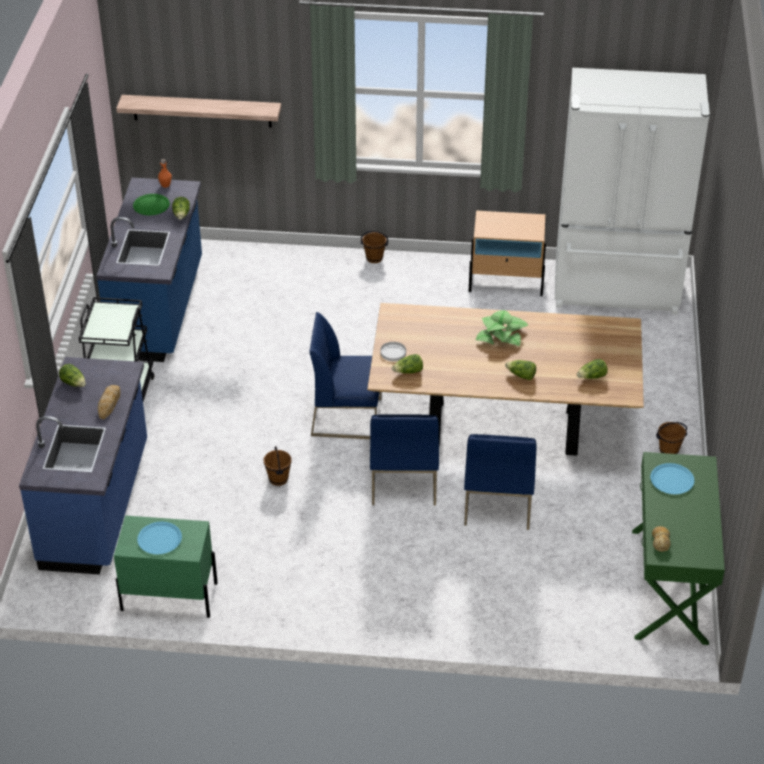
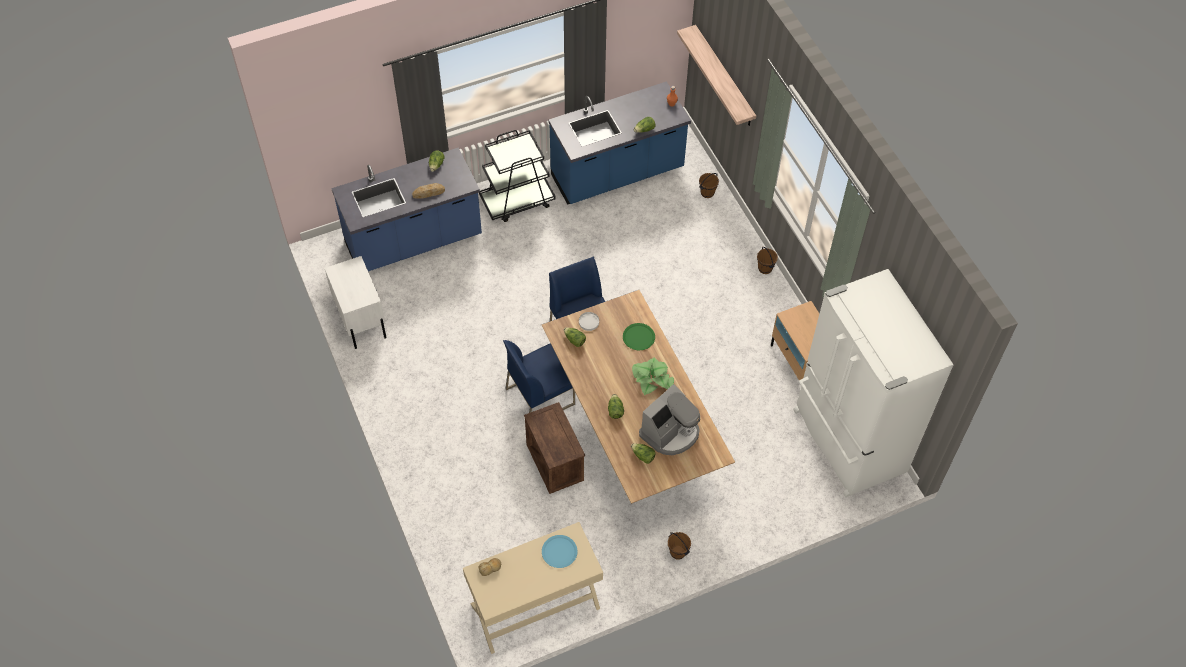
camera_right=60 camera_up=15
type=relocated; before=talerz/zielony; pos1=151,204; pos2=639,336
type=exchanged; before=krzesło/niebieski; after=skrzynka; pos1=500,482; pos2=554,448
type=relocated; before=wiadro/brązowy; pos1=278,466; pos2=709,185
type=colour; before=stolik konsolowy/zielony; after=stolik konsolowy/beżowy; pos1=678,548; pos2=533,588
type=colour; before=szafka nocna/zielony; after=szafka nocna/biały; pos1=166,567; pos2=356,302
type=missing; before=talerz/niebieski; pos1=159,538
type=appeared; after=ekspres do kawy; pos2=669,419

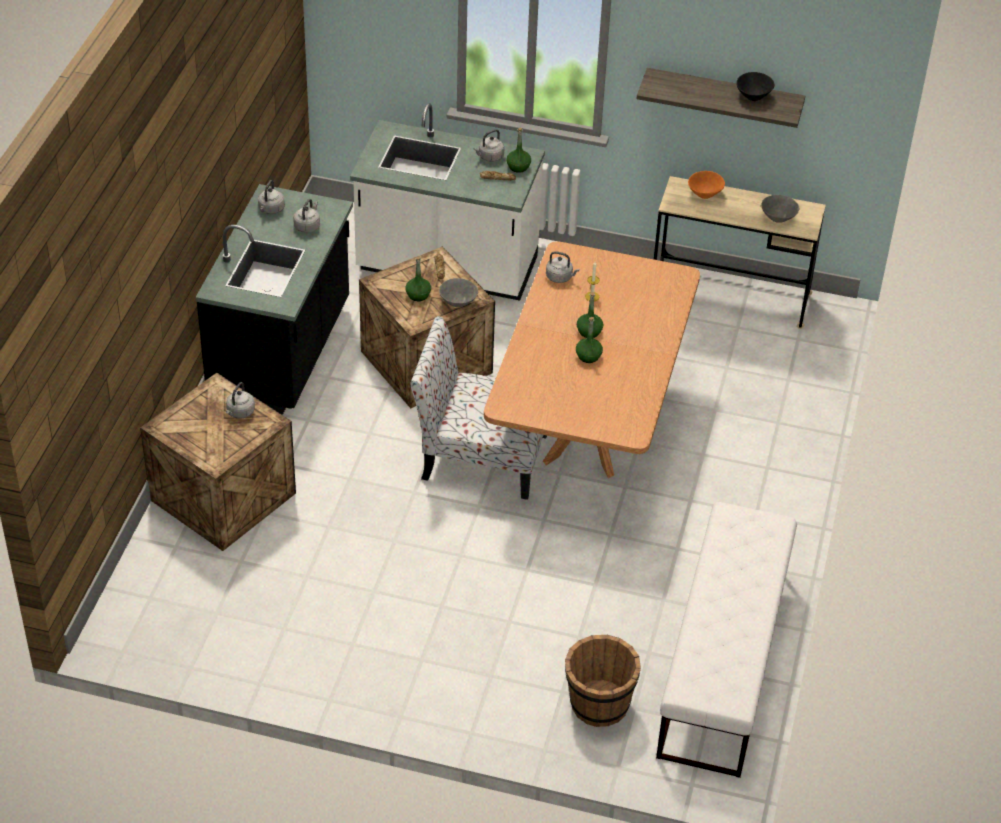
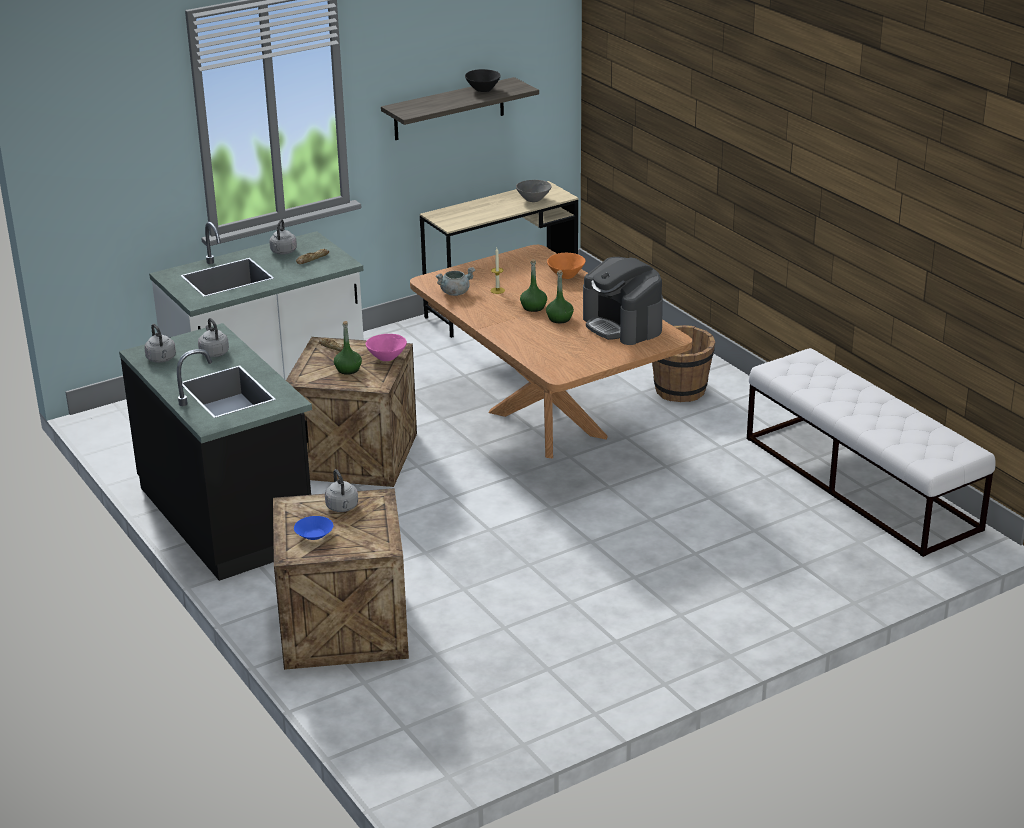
camera_right=-45 camera_up=-15
type=missing; before=butelka/zielony; pos1=518,150
type=relocated; before=miska/pomarańczowy; pos1=706,185; pos2=566,266
type=exchanged; before=czajnik/szary; after=garnek/szary; pos1=563,267; pos2=455,281
type=colour; before=miska/szary; after=miska/różowy; pos1=458,292; pos2=386,347
type=missing; before=krzesło; pos1=478,408
type=relocated; before=wiadro/brązowy; pos1=603,681; pos2=683,363
type=appeared; after=ekspres do kawy; pos2=623,301
type=appeared; after=miska/niebieski; pos2=313,528

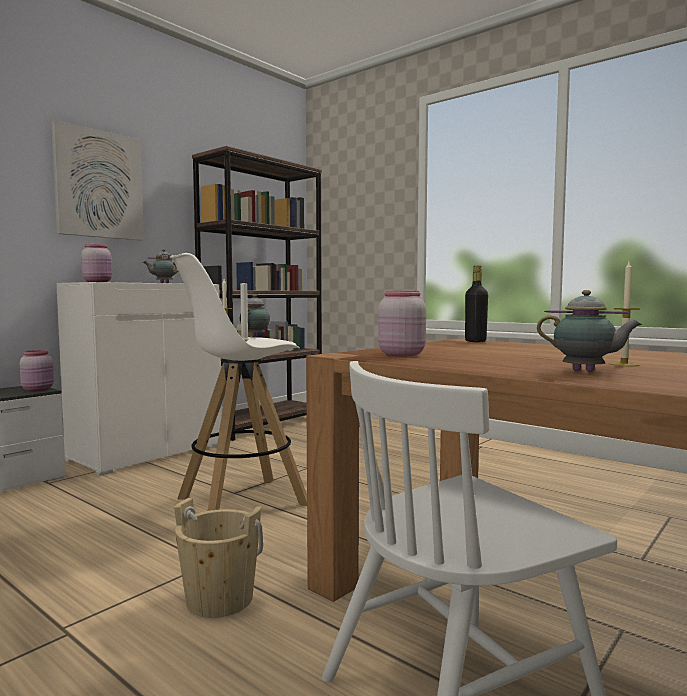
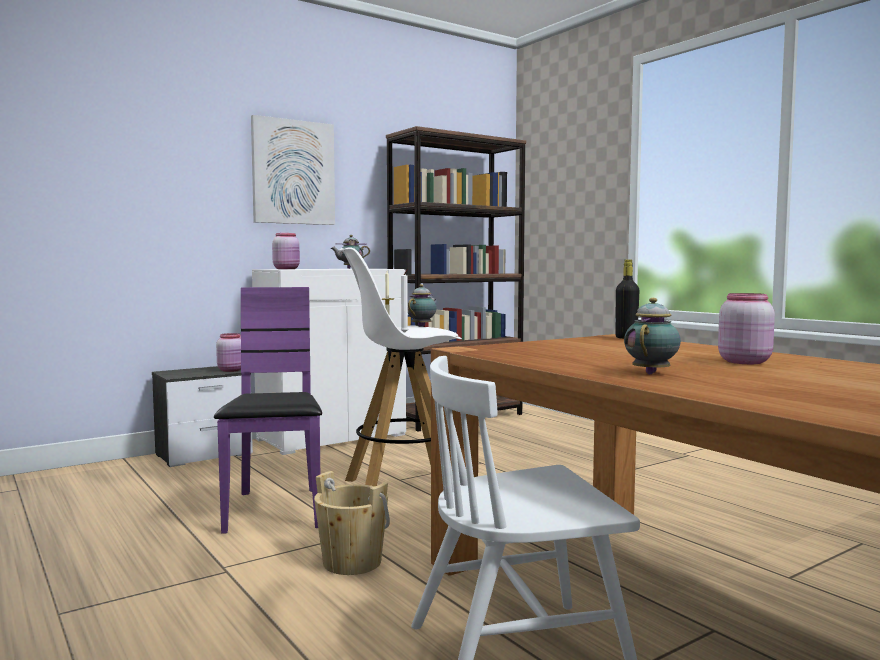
camera_right=15 camera_up=0
type=missing; before=świeca; pos1=624,314
type=spun; before=imbryk; pos1=589,331; pos2=652,336; turn=-105
type=relocated; before=słoik/różowy; pos1=402,323; pos2=746,328
type=appeared; after=krzesło/fioletowy; pos2=268,410

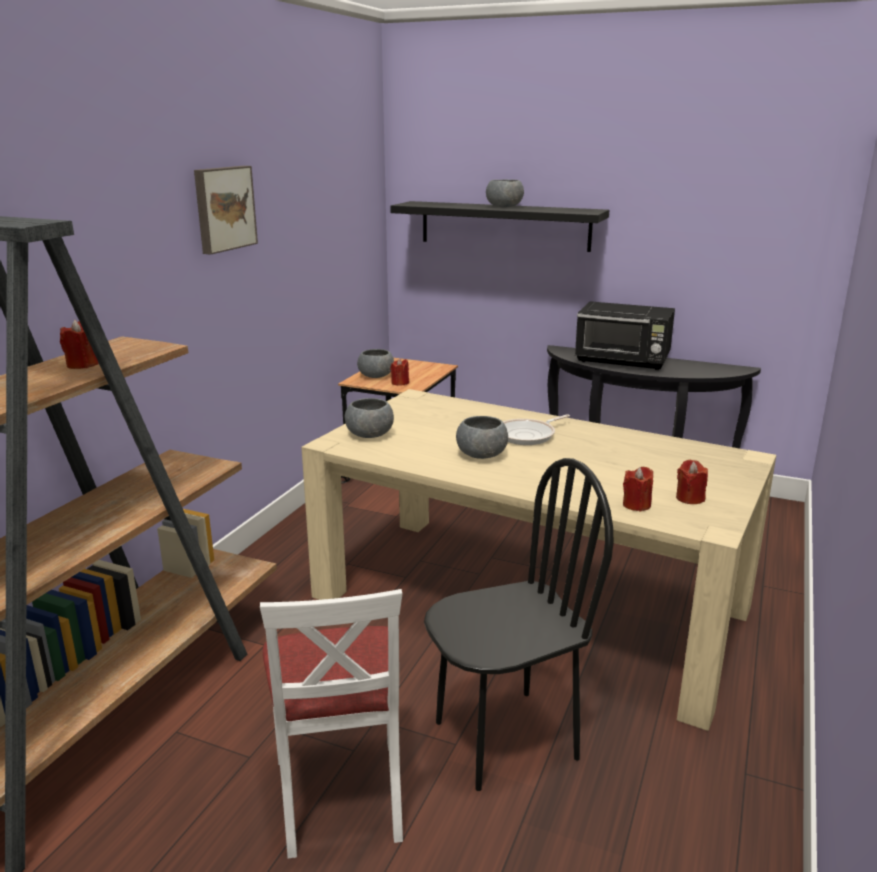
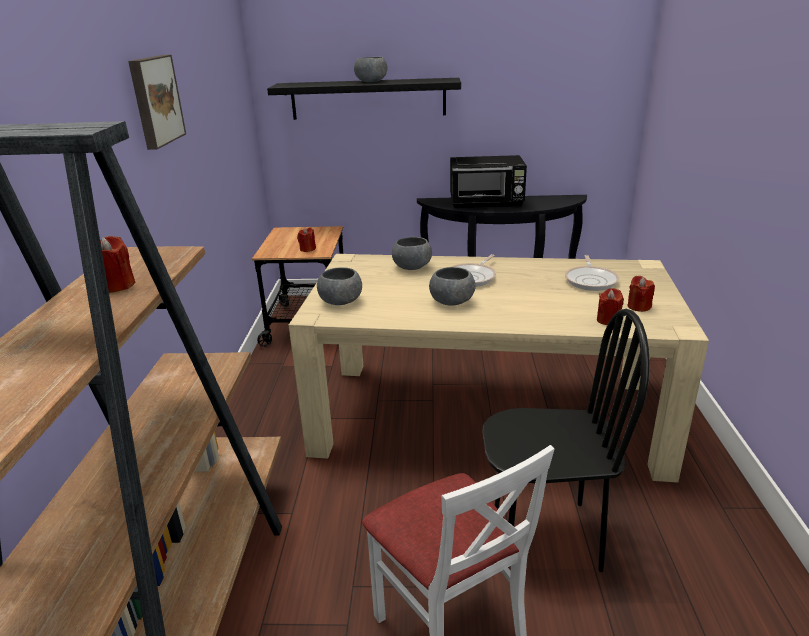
camera_right=-20 camera_up=5
type=relocated; before=miska/szary; pos1=375,363; pos2=412,253
type=spun; before=krzesło/czarny; pos1=519,624; pos2=566,440; turn=45
type=appeared; after=patelnia; pos2=592,273

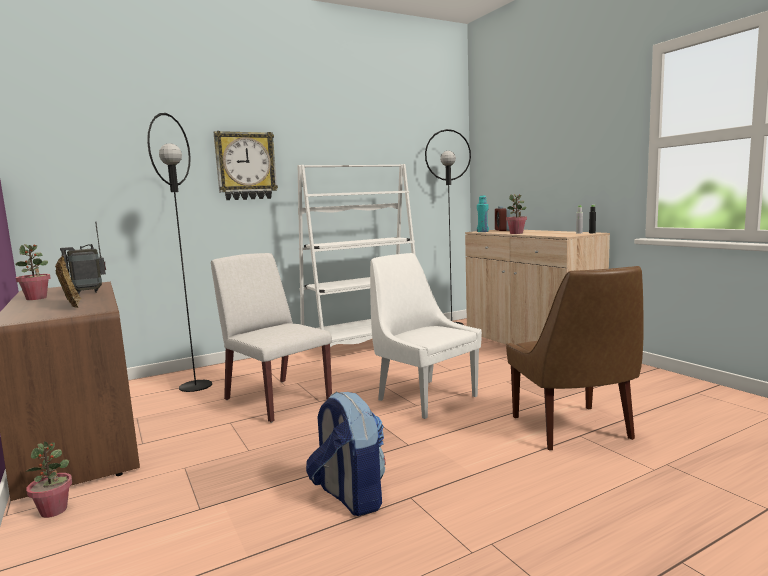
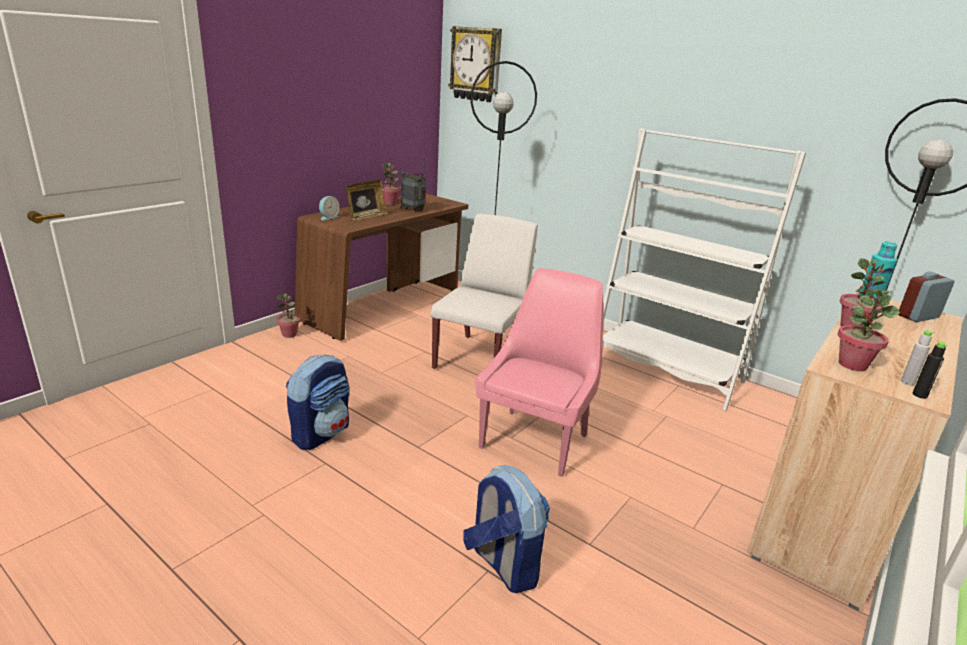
camera_right=65 camera_up=15
type=relocated; before=zegar ścienny; pos1=245,165; pos2=475,64
type=colour; before=krzesło/biały; after=krzesło/różowy; pos1=426,336; pos2=539,372
type=exchanged; before=krzesło/brązowy; after=plecak; pos1=575,358; pos2=506,529
type=appeared; after=budzik; pos2=329,208
type=appeared; after=roślina doniczkowa; pos2=869,330

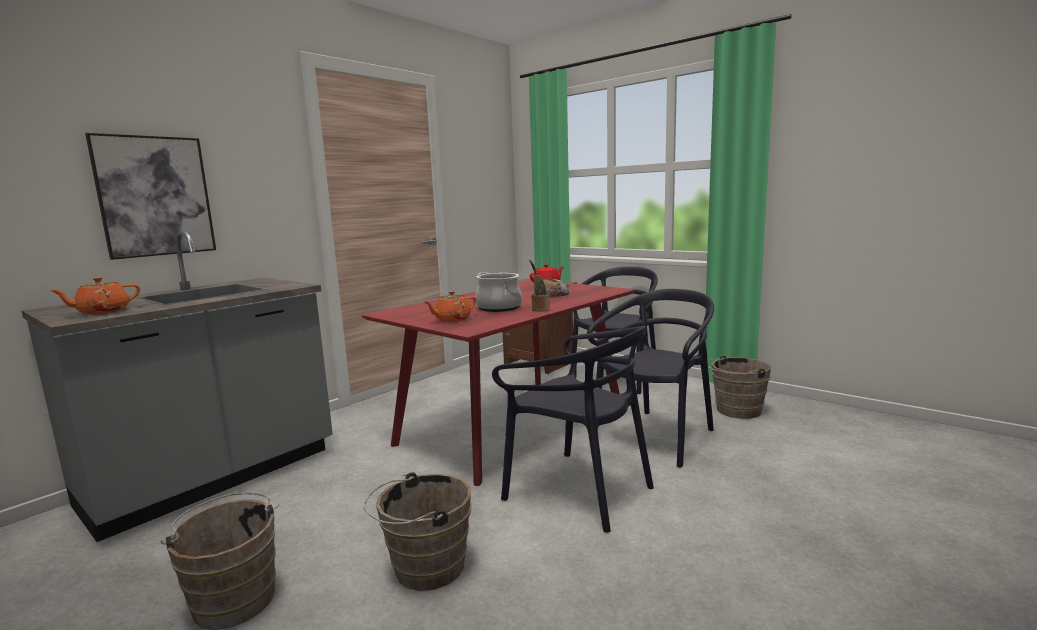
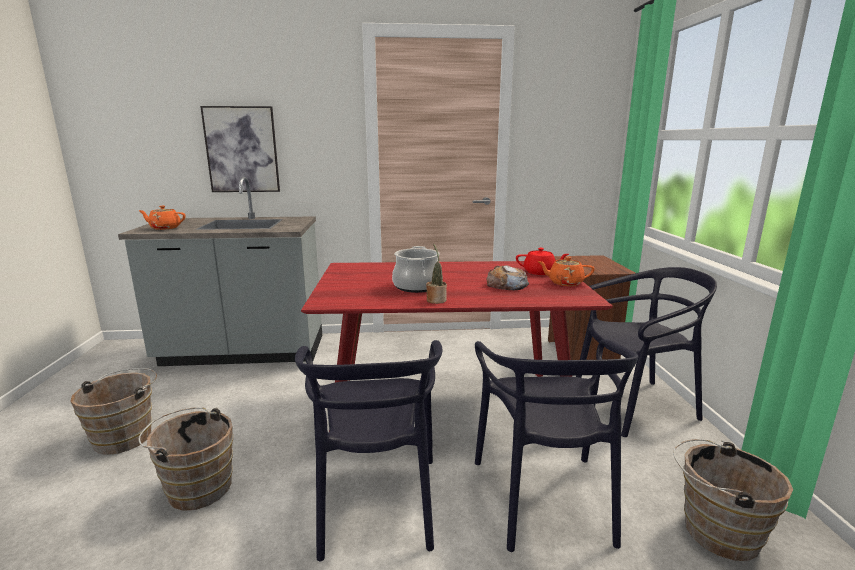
camera_right=45 camera_up=5
type=spun; before=krzesło/czarny; pos1=650,378; pos2=557,445; turn=90
type=relocated; before=imbryk/pomarańczowy; pos1=450,306; pos2=566,271

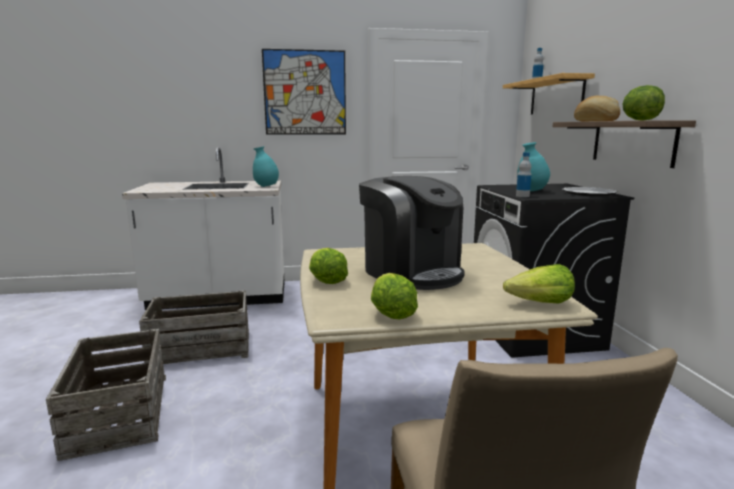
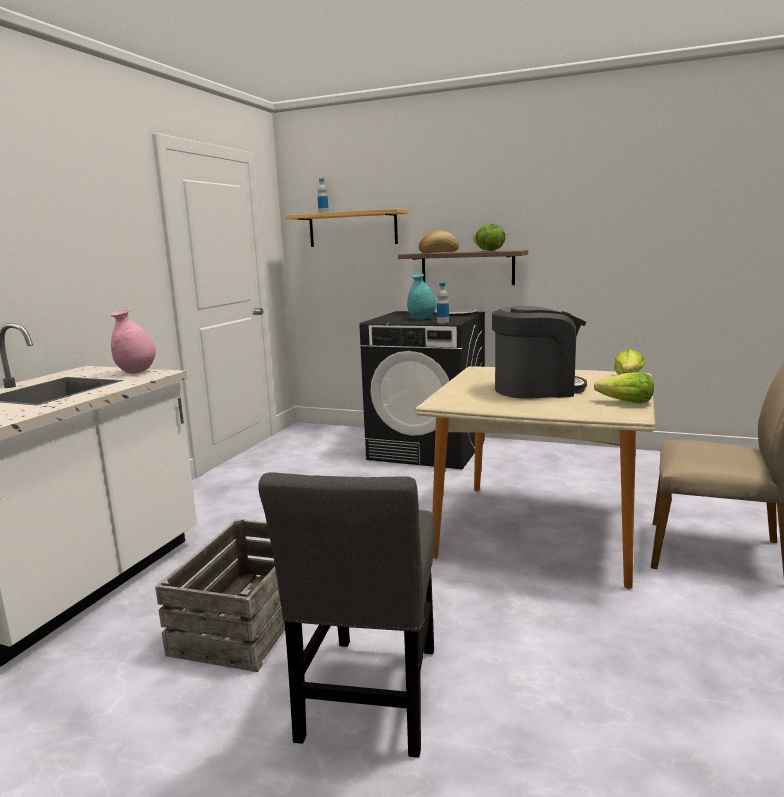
camera_right=-60 camera_up=0
type=missing; before=obraz; pos1=304,92
type=colour; before=wazon/turkusowy; after=wazon/różowy; pos1=266,166; pos2=133,341
type=missing; before=sałata; pos1=328,266
type=exchanged; before=skrzynka; after=krzesło/szary; pos1=106,395; pos2=346,615

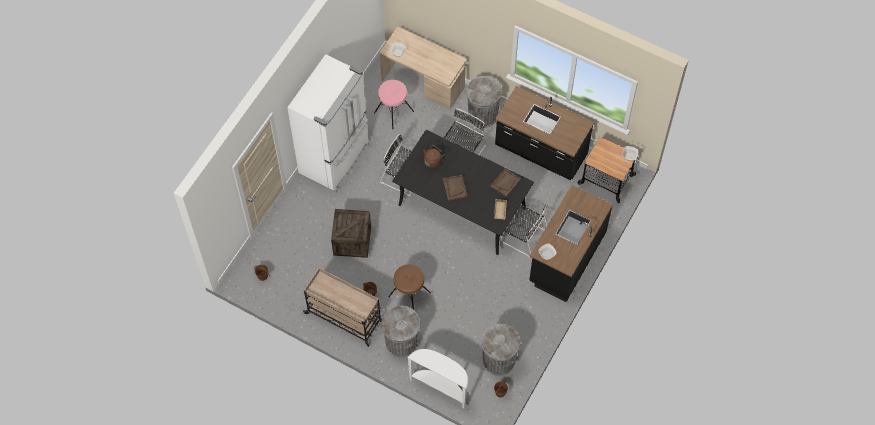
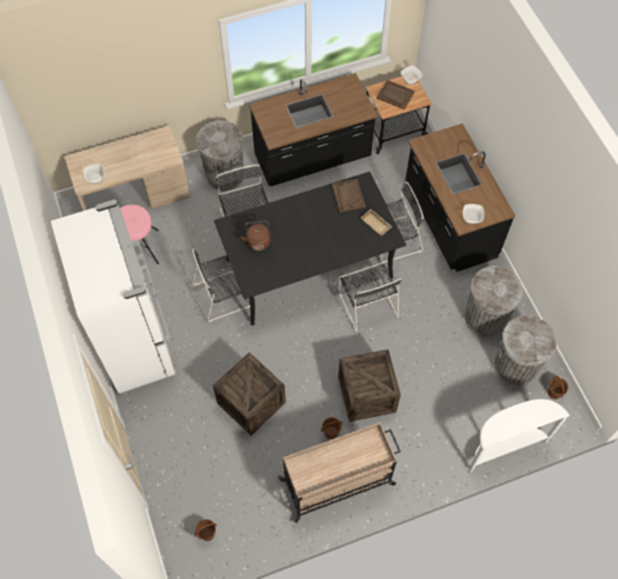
camera_right=-50 camera_up=0
type=relocated; before=taca/brązowy; pos1=455,188; pos2=396,95
type=exchanged; before=stołek/brązowy; after=skrzynka; pos1=409,287; pos2=369,385
type=relocated; before=kosz na śmieci/szary; pos1=401,332; pos2=493,301
type=appeared; after=krzesło/czarny; pos2=370,297

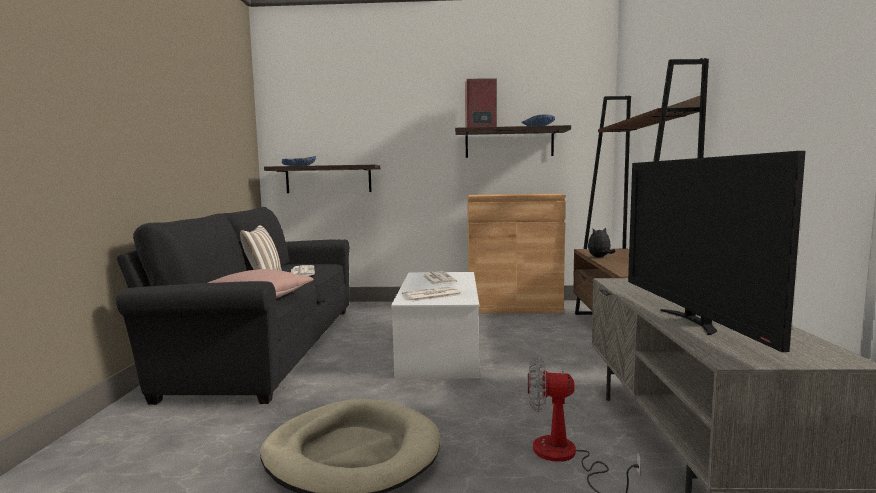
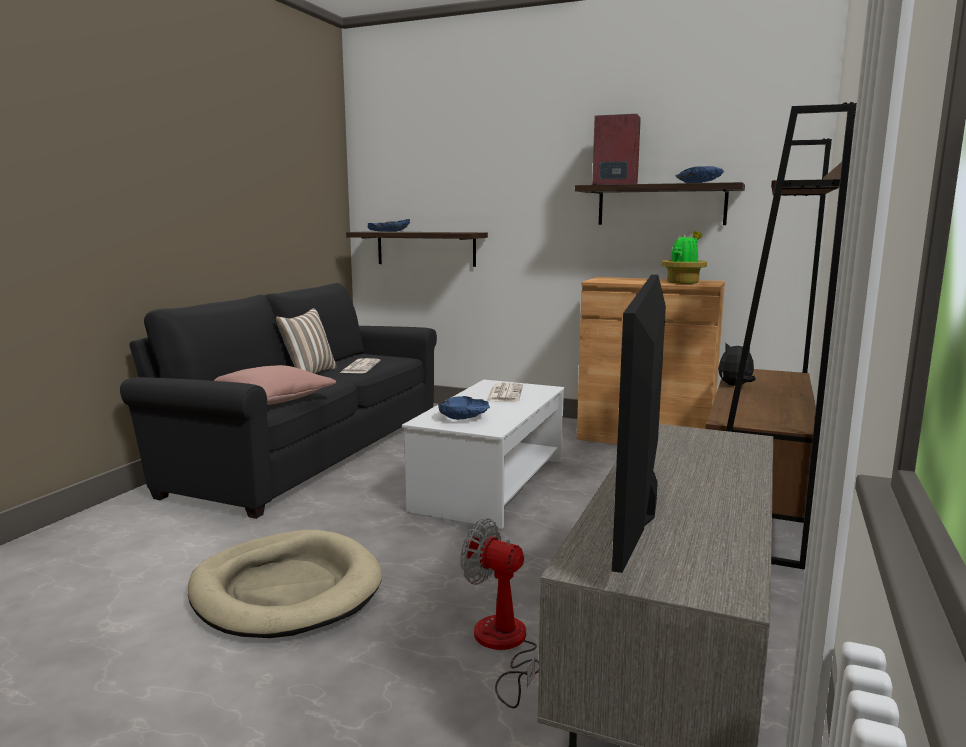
camera_right=20 camera_up=5
type=exchanged; before=gazeta; after=miska/niebieski; pos1=431,293; pos2=464,408
type=appeared; after=roślina doniczkowa; pos2=684,257

